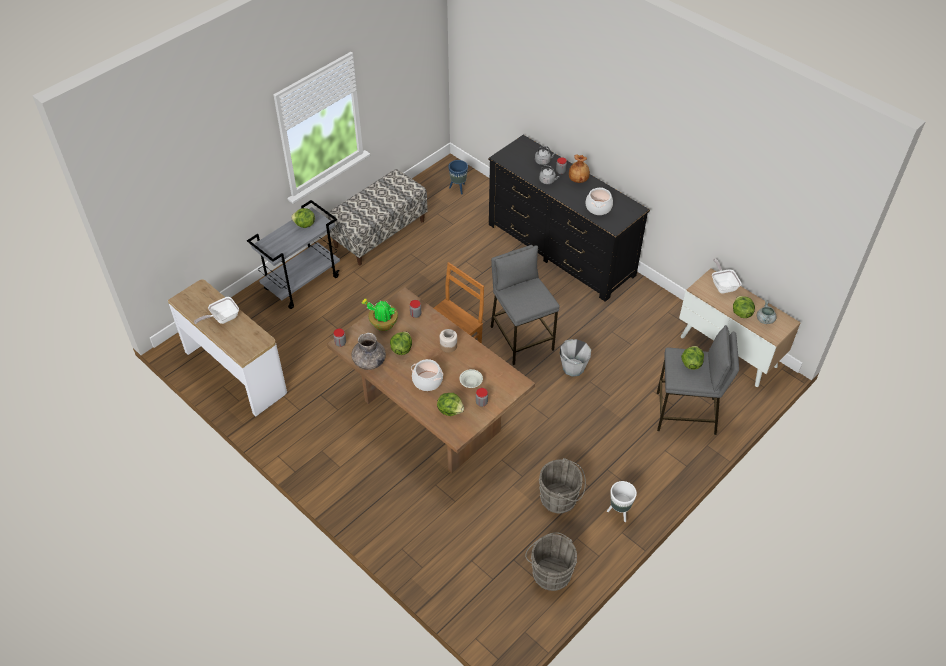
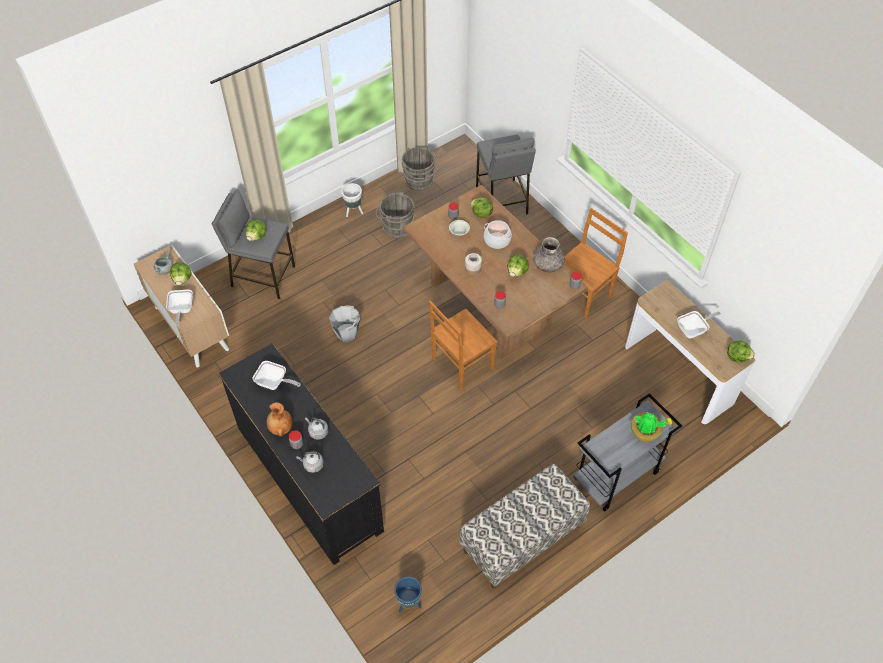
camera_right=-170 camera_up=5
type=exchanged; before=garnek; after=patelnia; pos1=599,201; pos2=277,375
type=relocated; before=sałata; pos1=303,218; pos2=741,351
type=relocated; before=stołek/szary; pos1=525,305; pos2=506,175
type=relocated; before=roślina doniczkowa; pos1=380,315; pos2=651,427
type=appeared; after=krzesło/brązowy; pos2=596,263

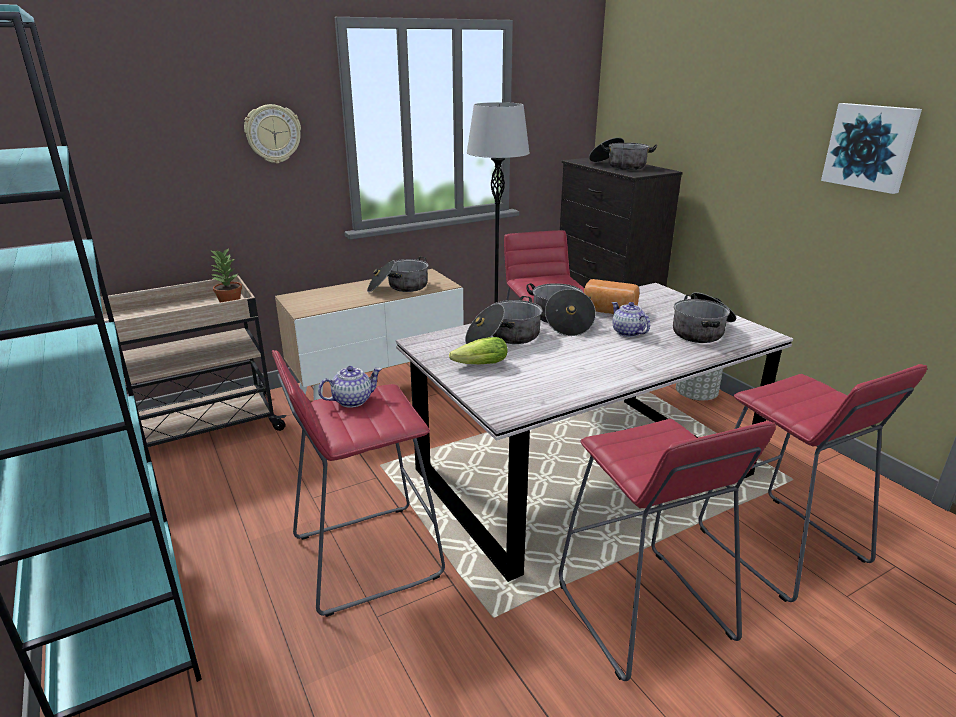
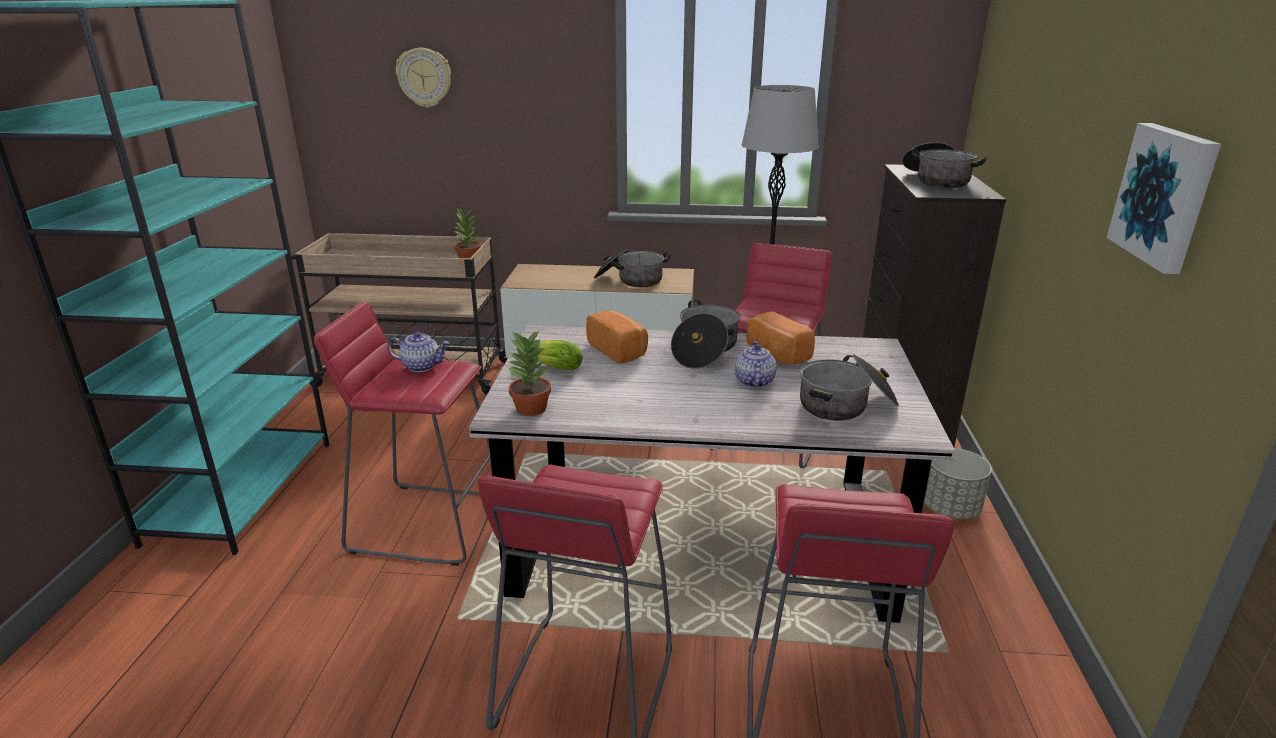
camera_right=35 camera_up=0
type=relocated; before=zegar ścienny; pos1=272,133; pos2=423,78
type=exchanged; before=garnek; after=chleb; pos1=503,320; pos2=617,337
type=appeared; after=roślina doniczkowa; pos2=529,373

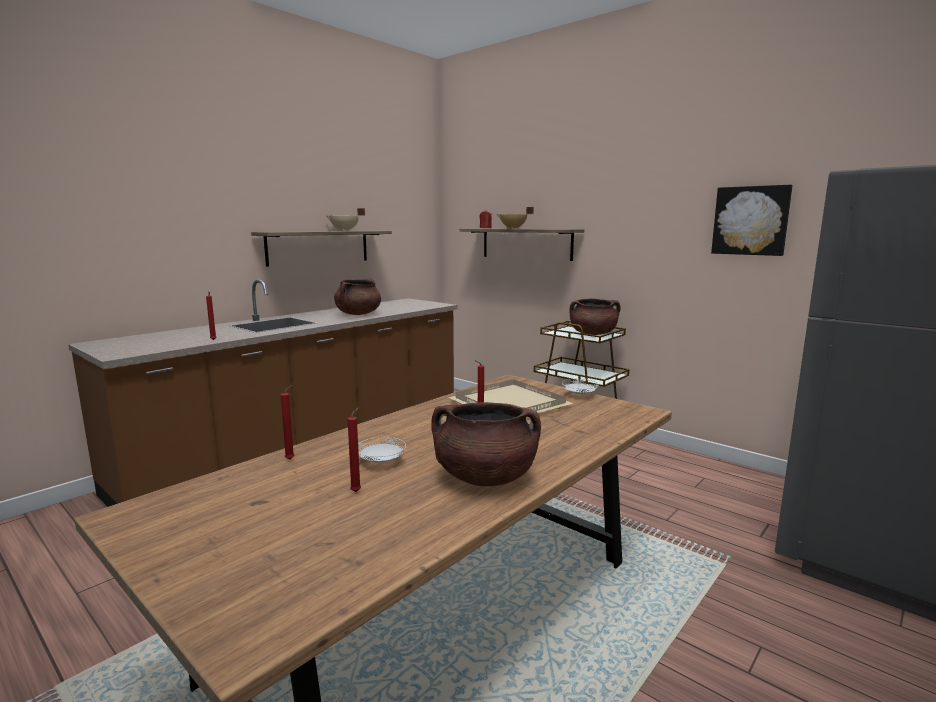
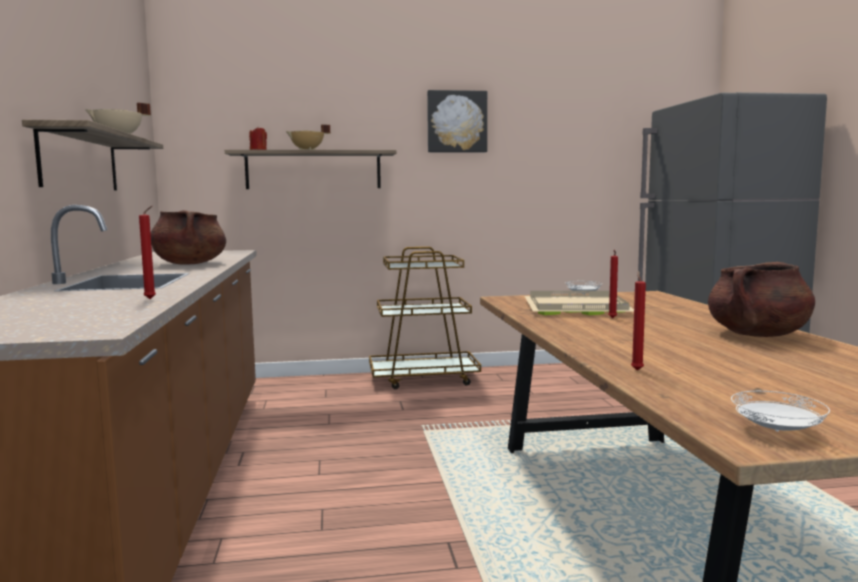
camera_right=-50 camera_up=-5
type=relocated; before=obraz; pos1=751,220; pos2=457,121
type=missing; before=garnek/brązowy; pos1=595,316
type=missing; before=świeca/czerwony; pos1=354,449
type=relocated; before=talerz/biały; pos1=382,449; pos2=780,411

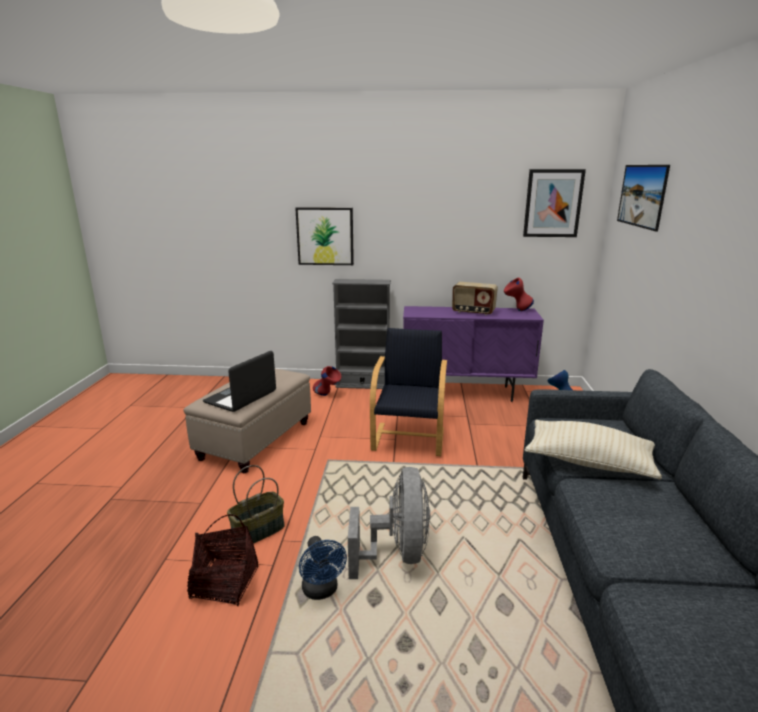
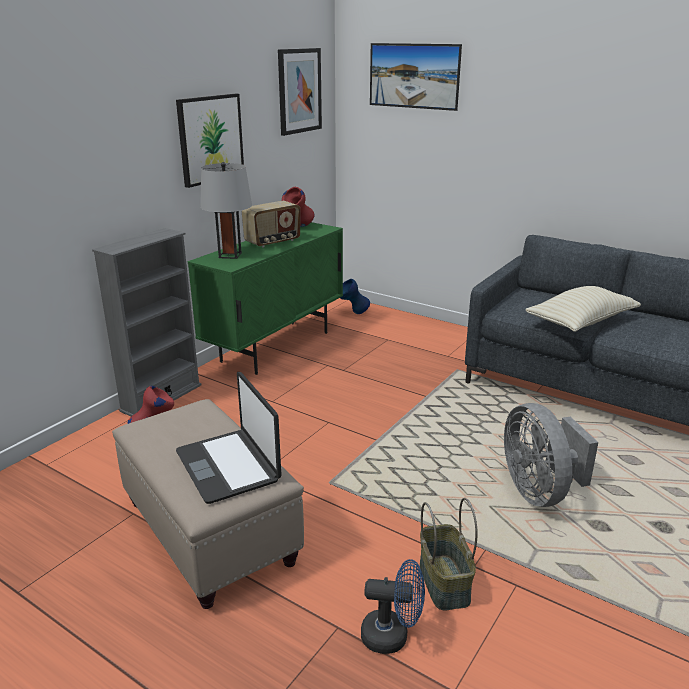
camera_right=-60 camera_up=5
type=relocated; before=obraz; pos1=324,236; pos2=210,141
type=colour; before=szafka/fioletowy; after=szafka/zielony; pos1=473,354; pos2=265,298
type=missing; before=fotel/czarny; pos1=408,392
type=spun; before=wentylator/szary; pos1=389,523; pos2=551,455; turn=-135
type=missing; before=koszyk; pos1=222,560
type=relocated; before=wentylator/niebieski; pos1=323,568; pos2=393,606
type=appeared; after=lampa stołowa/szary; pos2=226,210

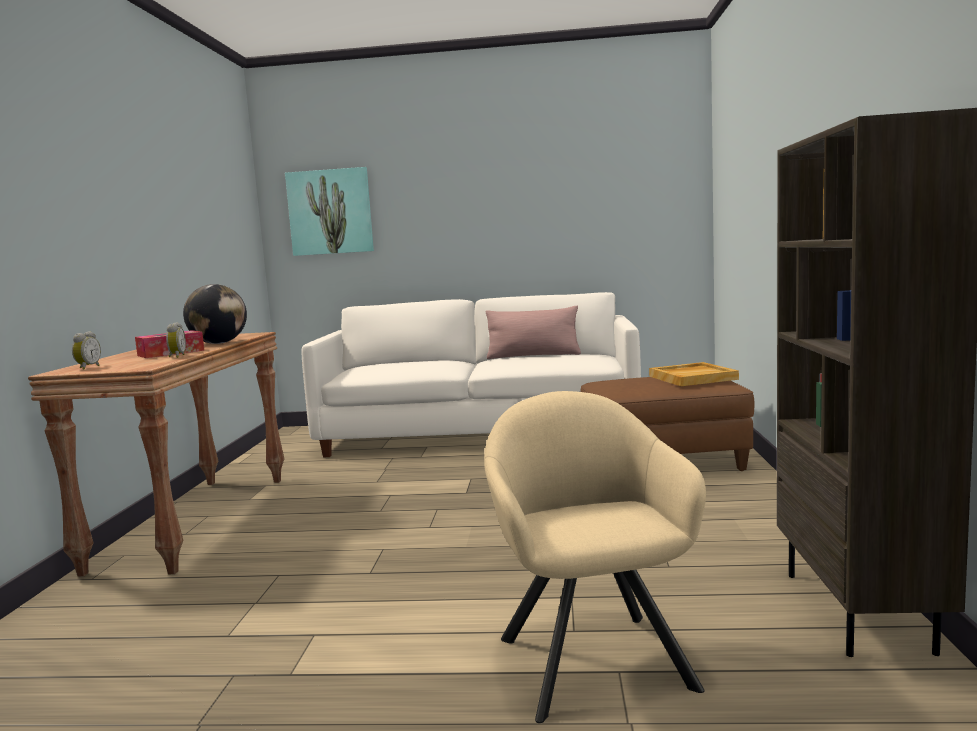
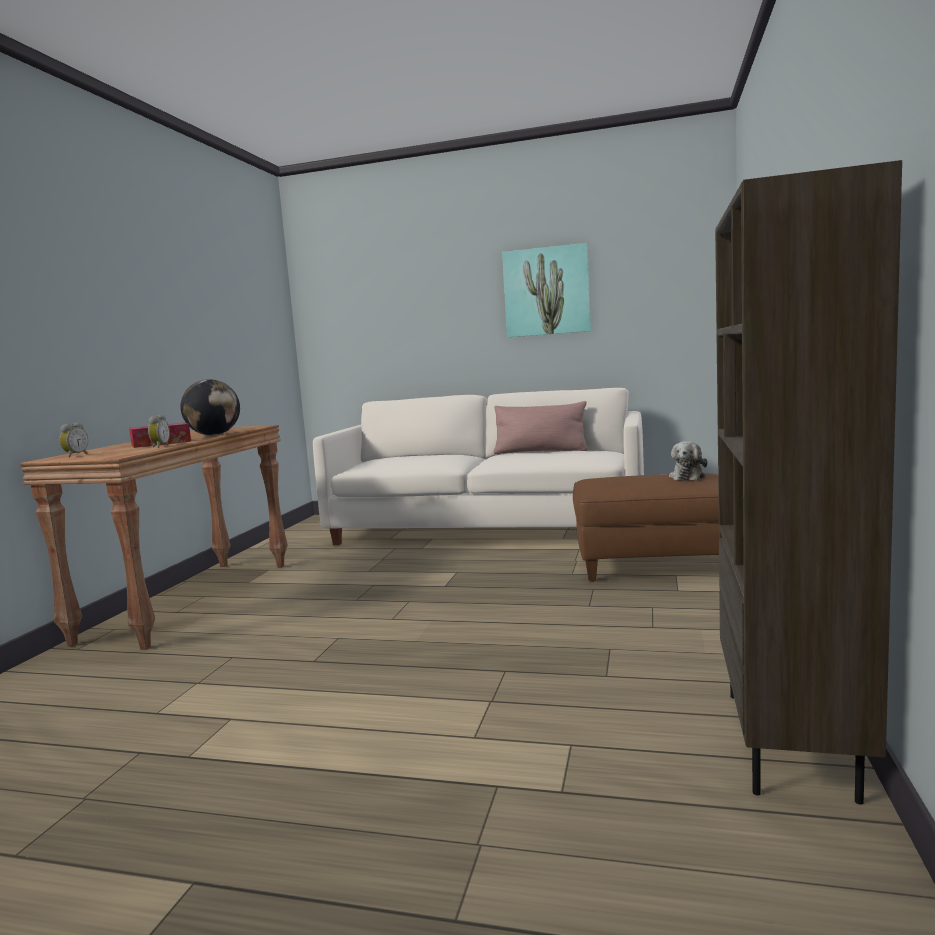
camera_right=10 camera_up=0
type=relocated; before=obraz; pos1=329,211; pos2=546,290
type=exchanged; before=taca/beżowy; after=pluszak; pos1=694,374; pos2=688,461
type=missing; before=fotel/beżowy; pos1=595,557

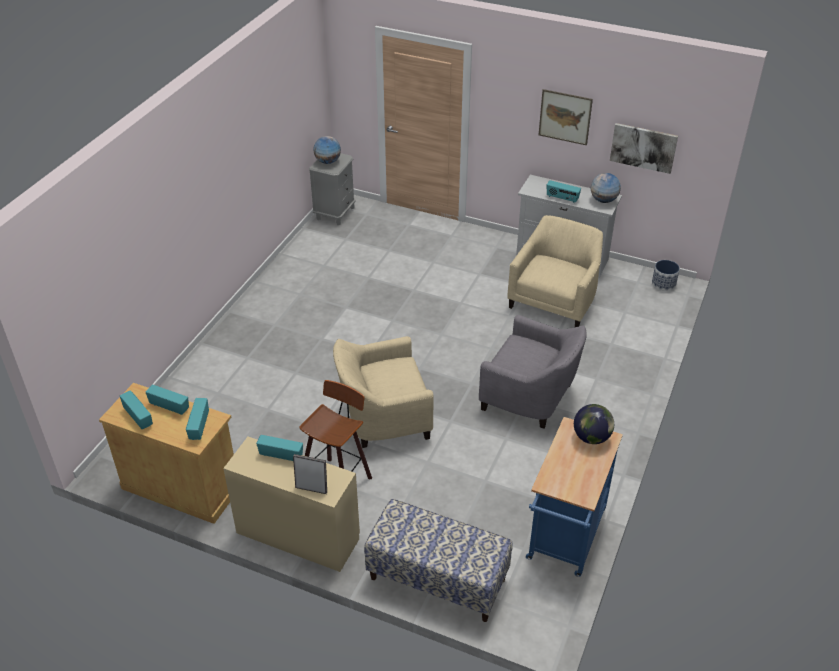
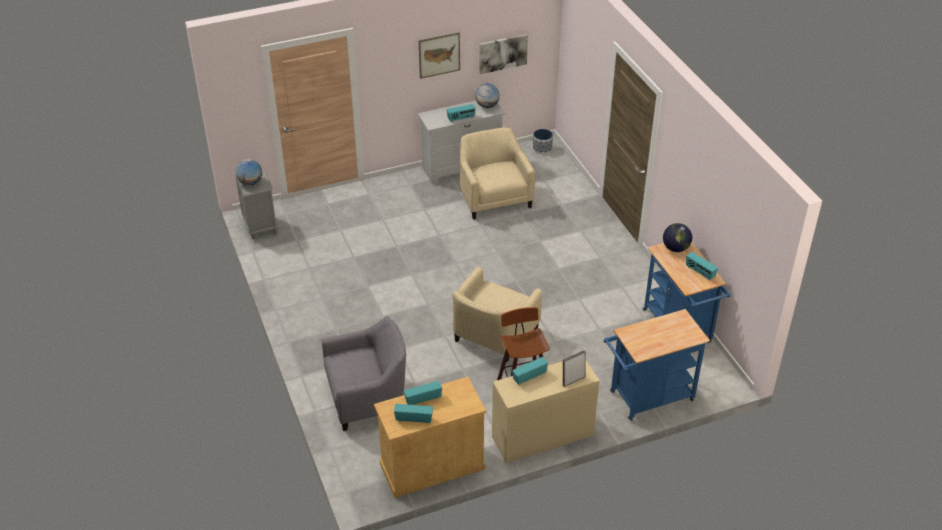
camera_right=-45 camera_up=0
type=relocated; before=fotel/szary; pos1=533,372; pos2=363,373
type=relocated; before=radio; pos1=197,419; pos2=702,266
type=exchanged; before=ławka; after=wózek/niebieski; pos1=438,560; pos2=657,365

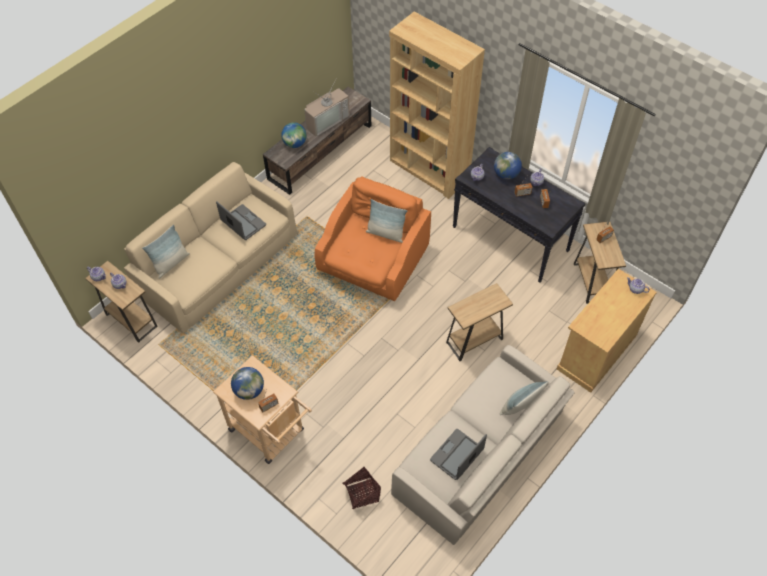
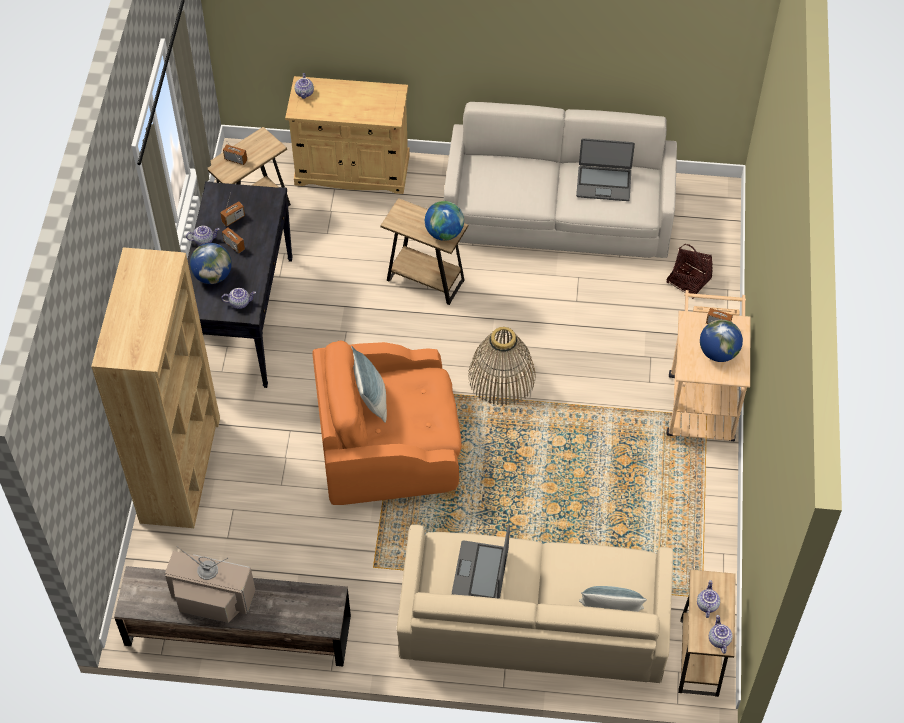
camera_right=-125 camera_up=0
type=relocated; before=globus; pos1=294,135; pos2=444,221
type=missing; before=poduszka; pos1=523,398
type=appeared; after=koszyk; pos2=502,366

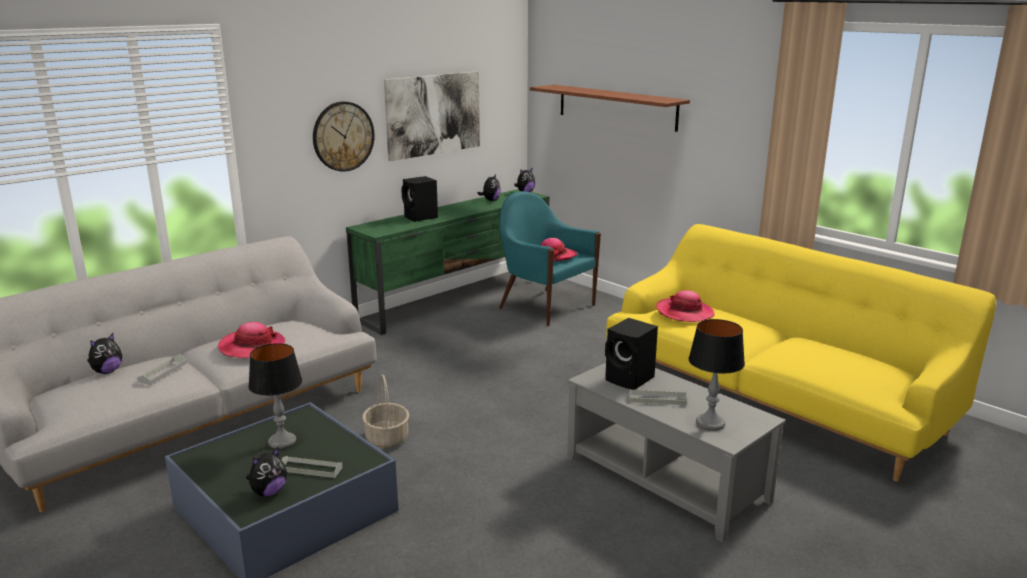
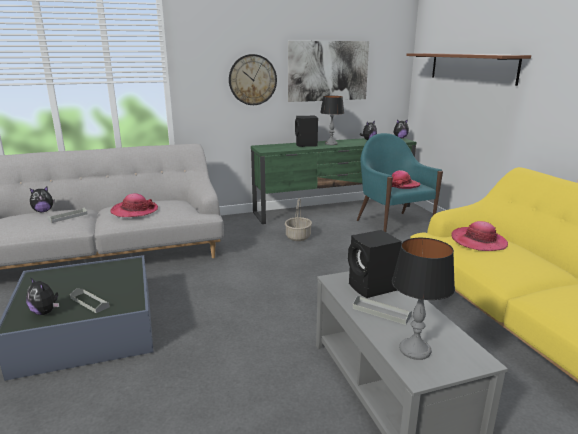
camera_right=25 camera_up=0
type=relocated; before=lampa stołowa; pos1=275,396; pos2=332,120
type=relocated; before=koszyk; pos1=385,411; pos2=298,219
type=spun; before=pluszak; pos1=266,471; pos2=42,296; turn=60

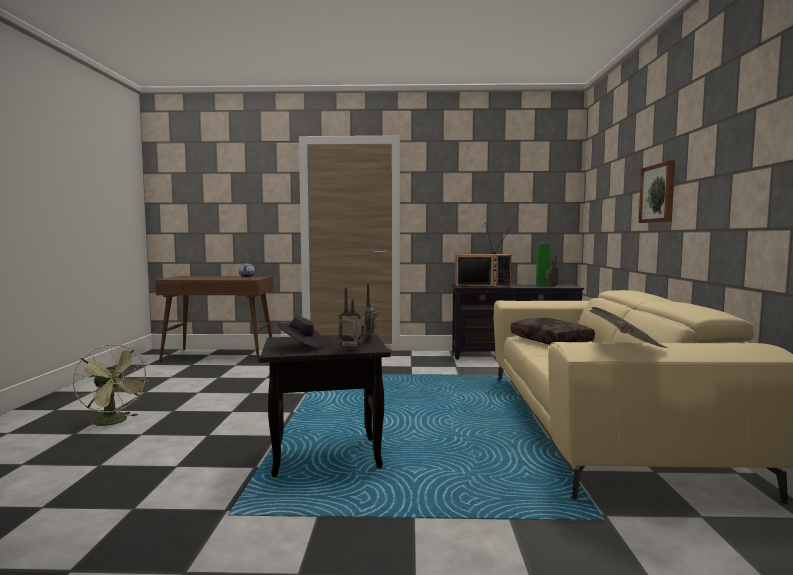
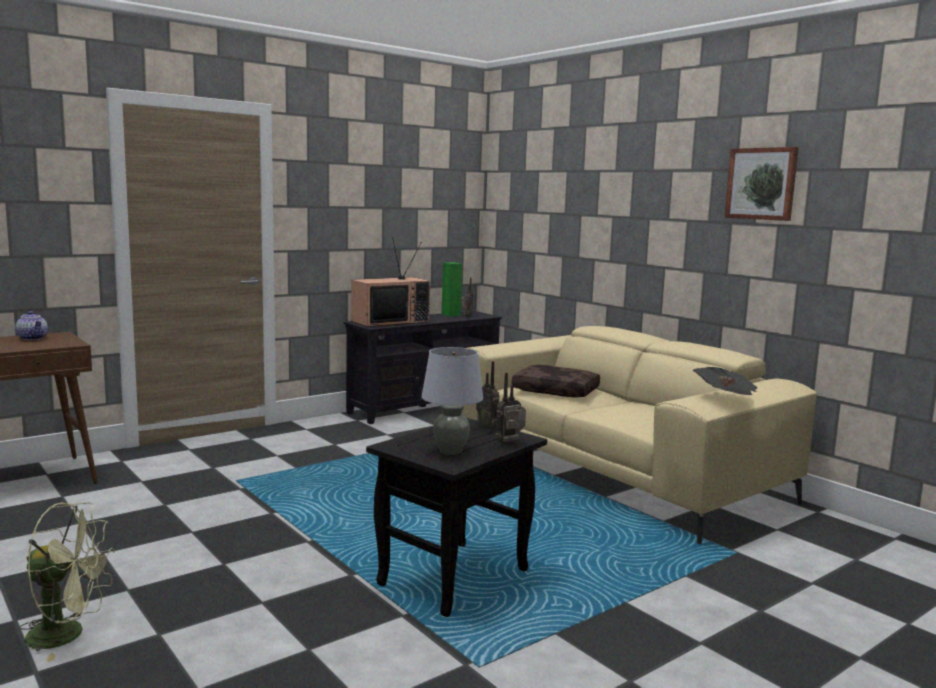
camera_right=-40 camera_up=5
type=relocated; before=obraz; pos1=657,191; pos2=761,184
type=exchanged; before=kapelusz/czarny; after=lampa stołowa/szary; pos1=301,333; pos2=452,401

